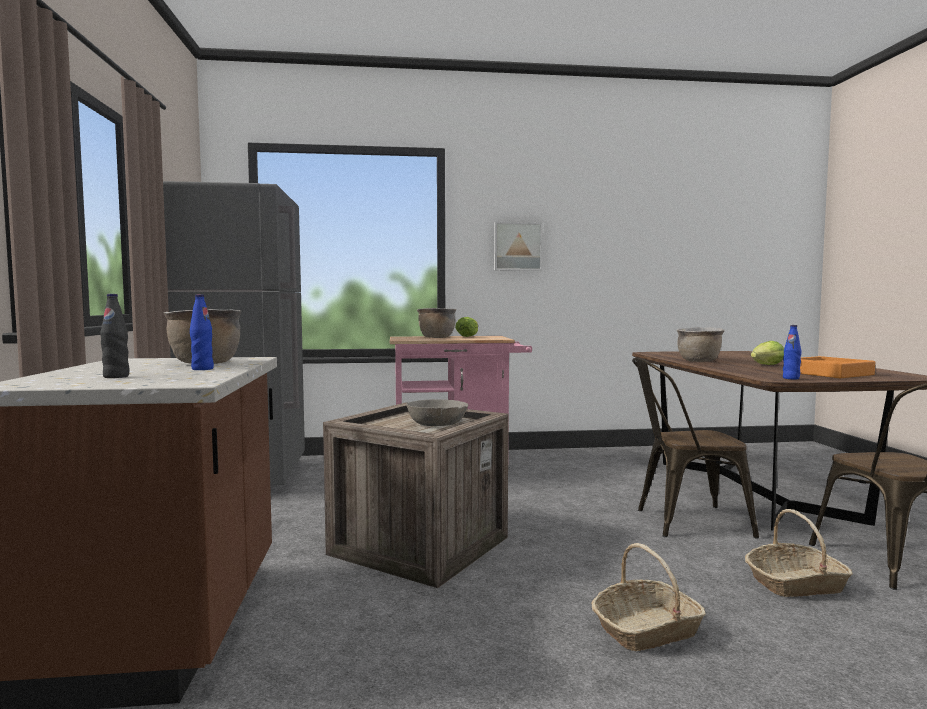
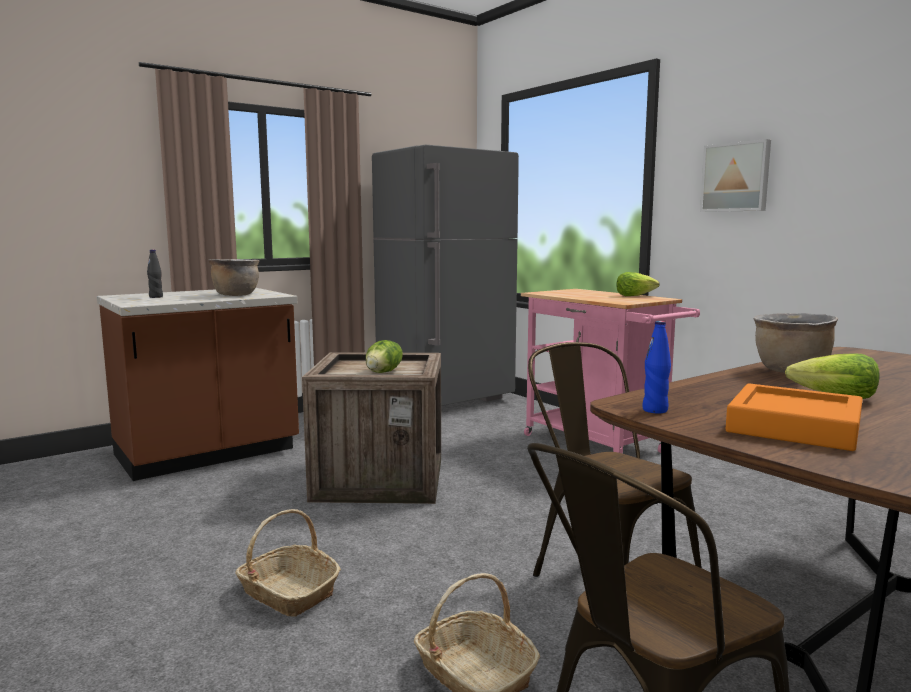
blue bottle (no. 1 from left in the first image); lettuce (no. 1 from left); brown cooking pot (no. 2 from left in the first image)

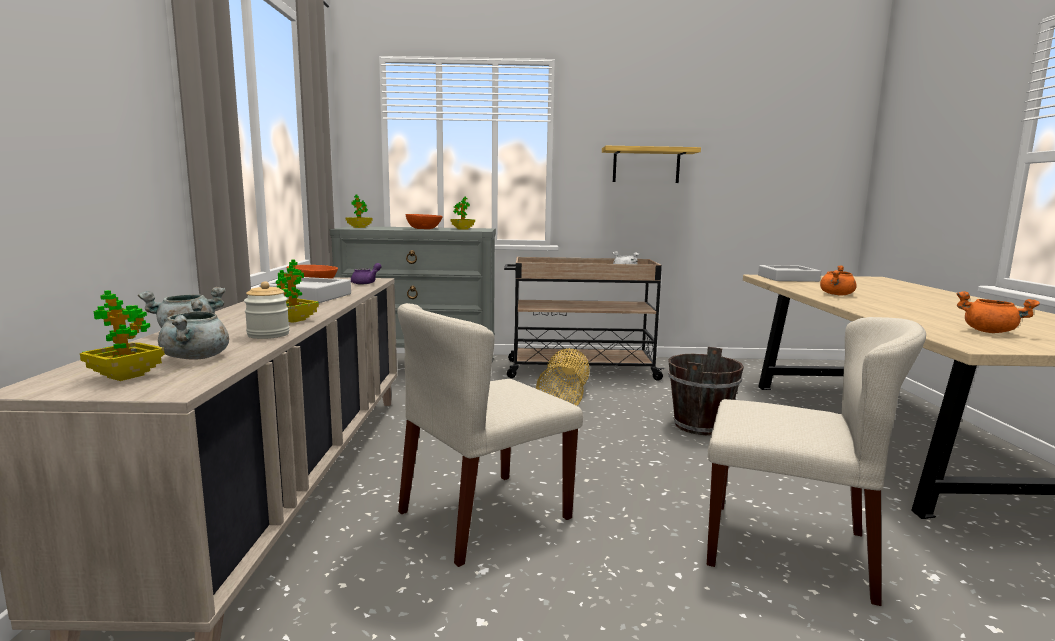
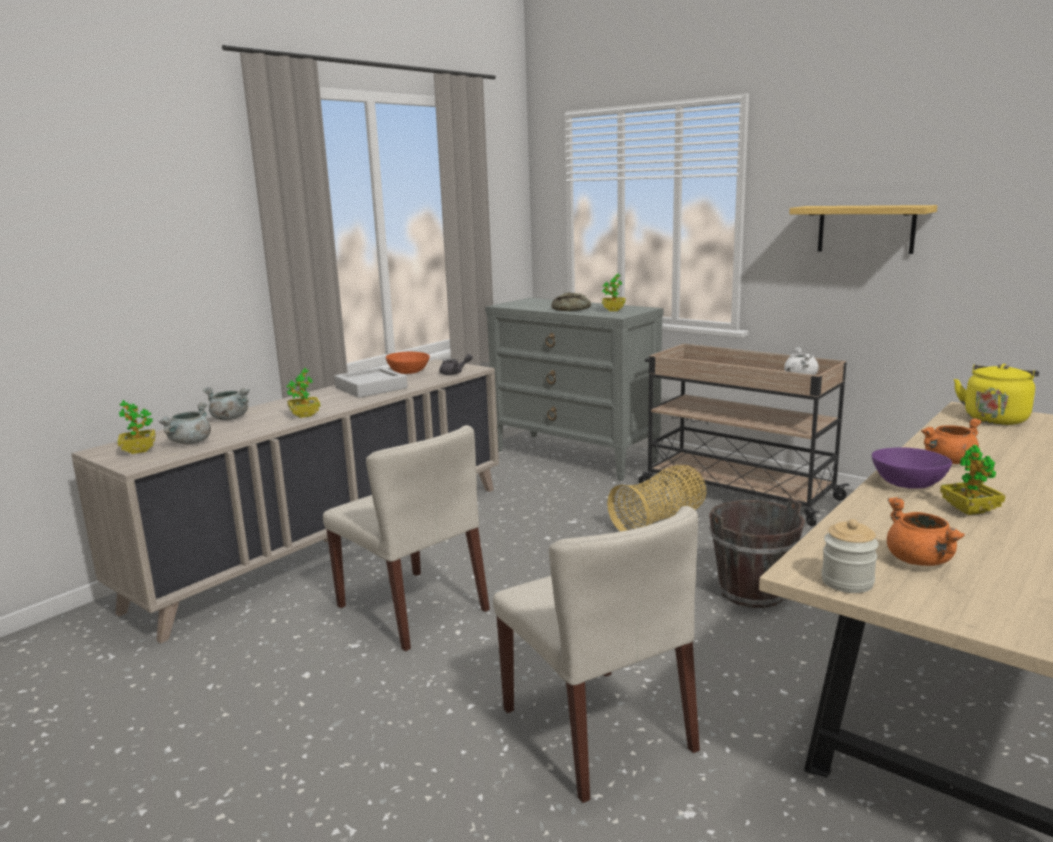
jar; potted plant (no. 4 from left); grey teapot; beige chair (no. 1 from left); bread; yellow kettle; purple bowl

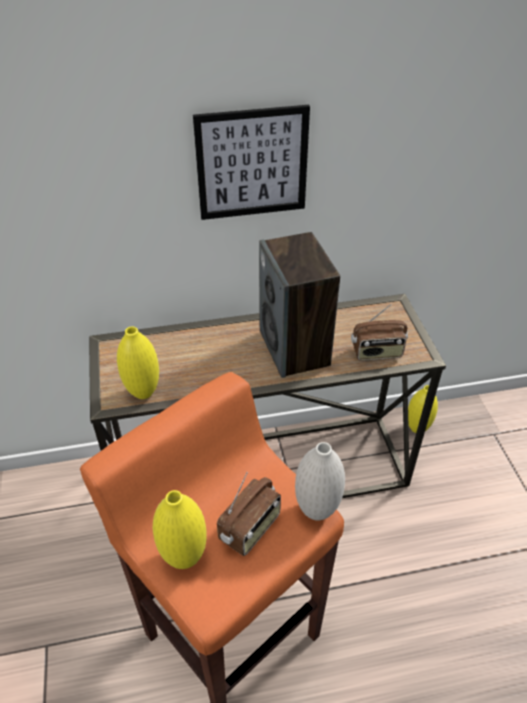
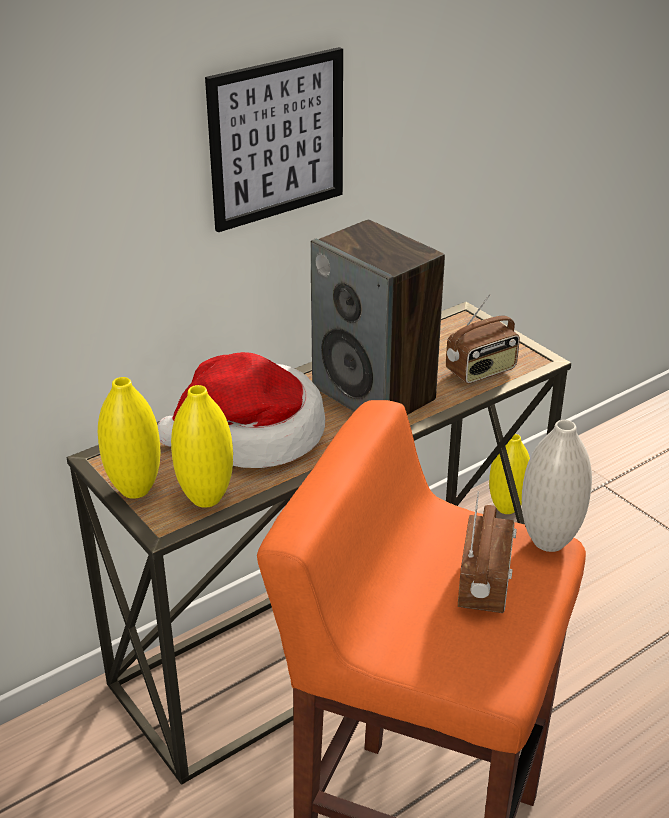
yellow vase (no. 1 from left); hat

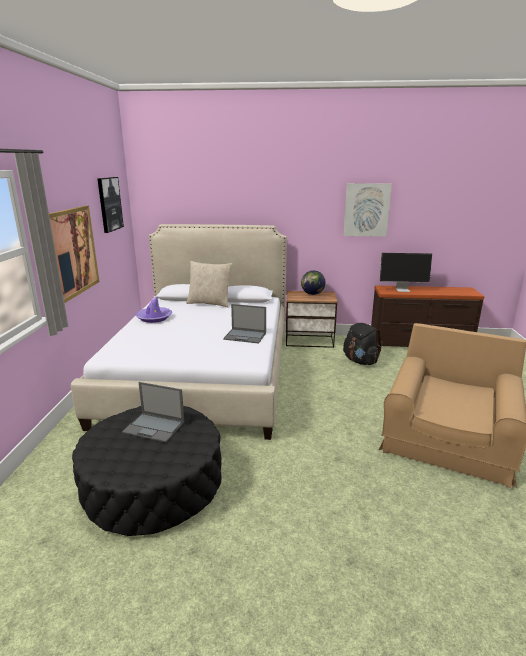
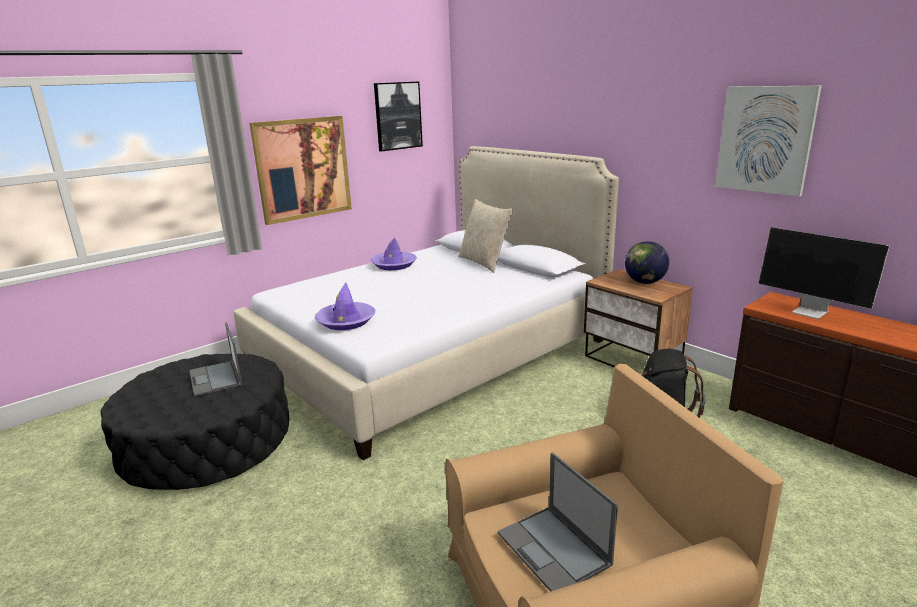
laptop (no. 2 from left); purple hat (no. 1 from left)

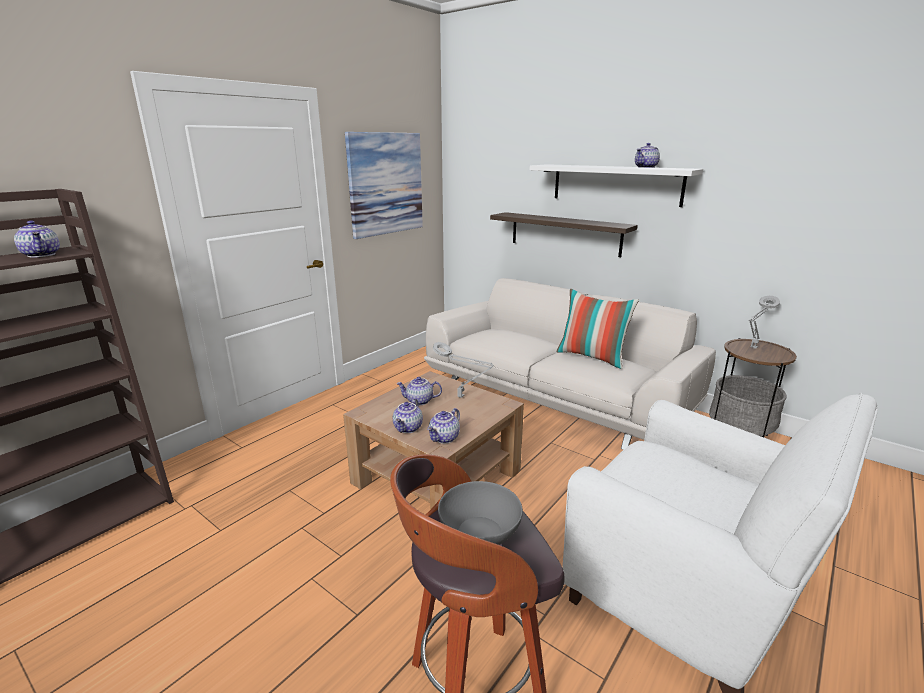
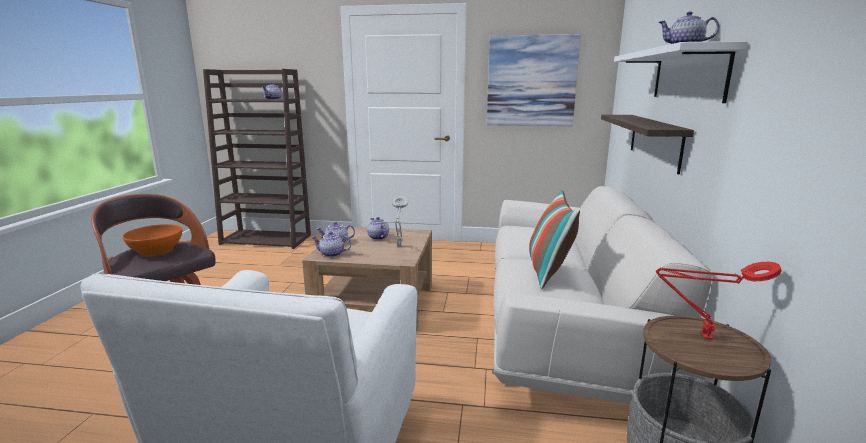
orange bowl; red table lamp

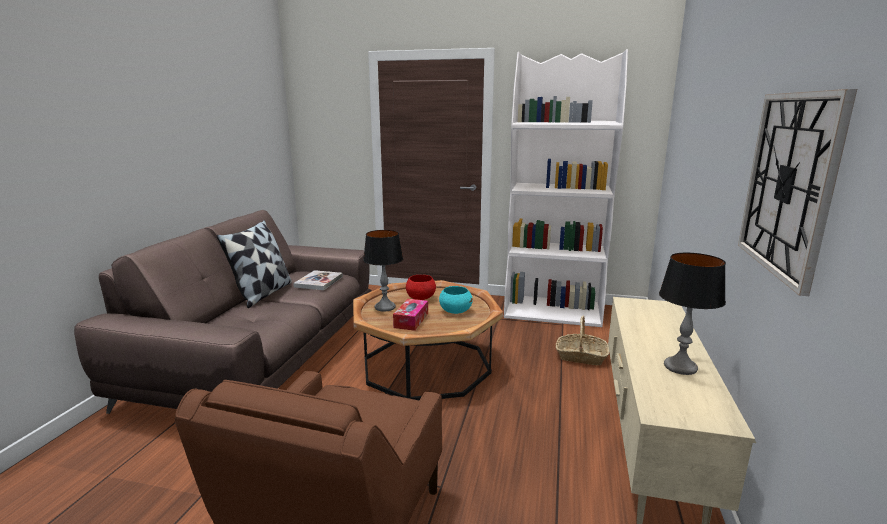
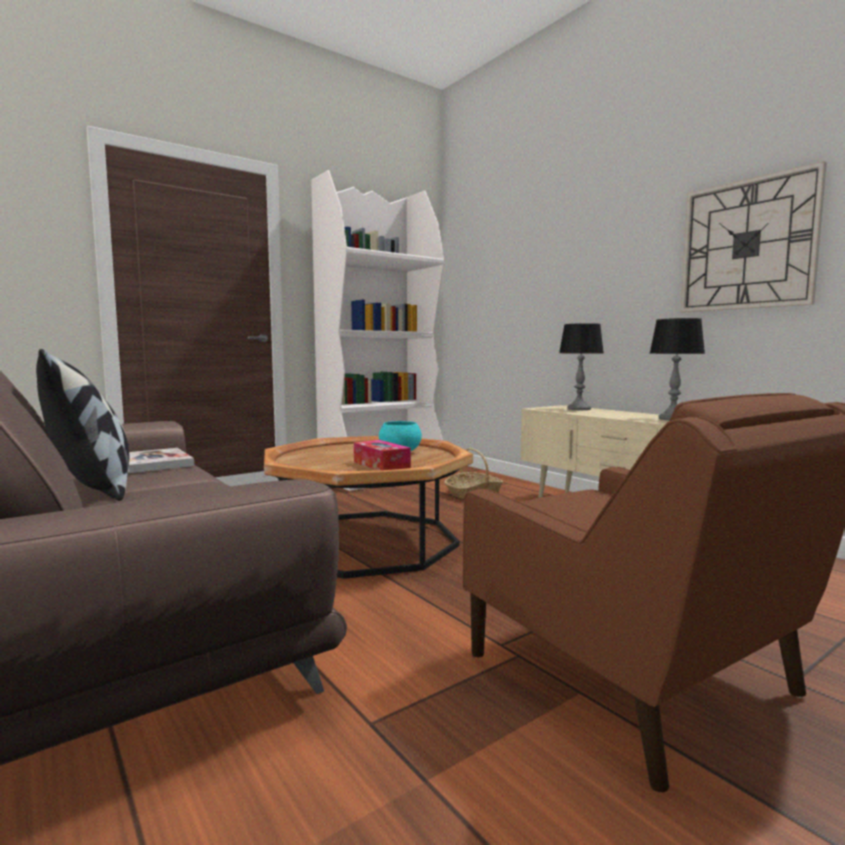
table lamp (no. 1 from left); red bowl

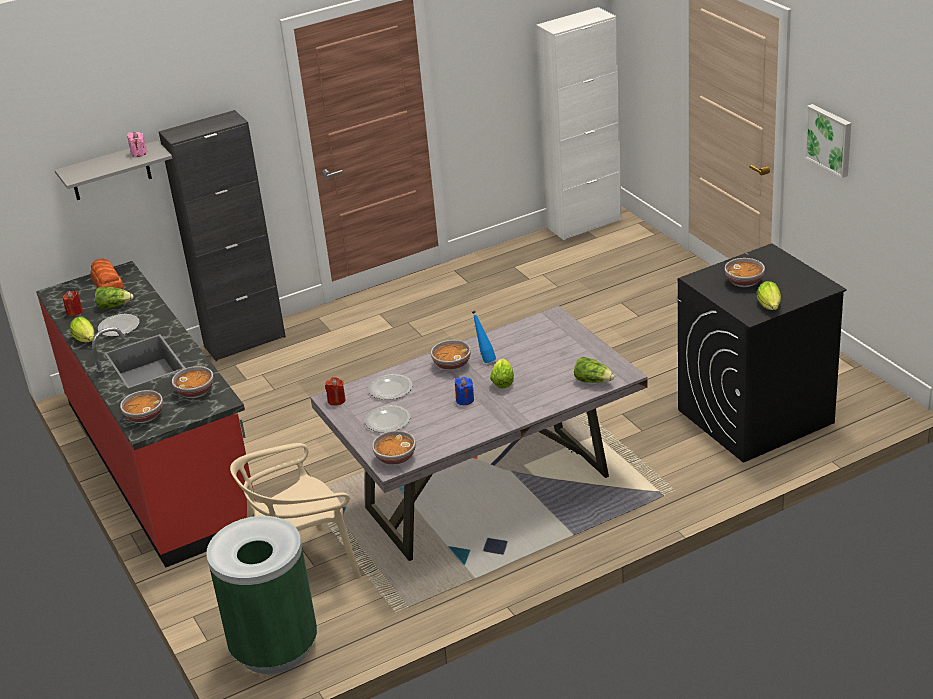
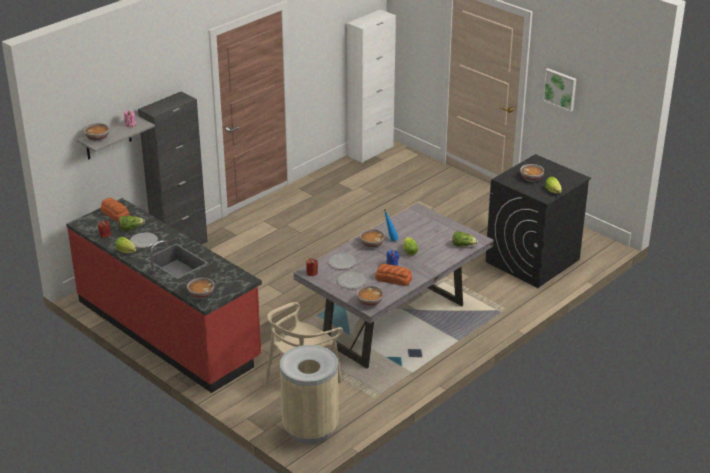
bowl (no. 1 from left); beige trash can; bread (no. 2 from left)

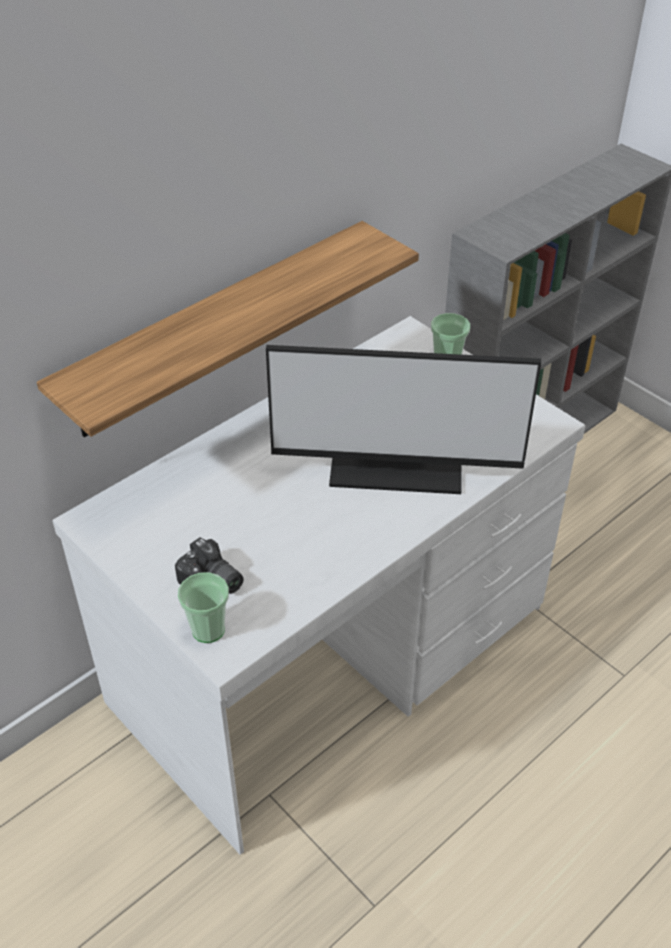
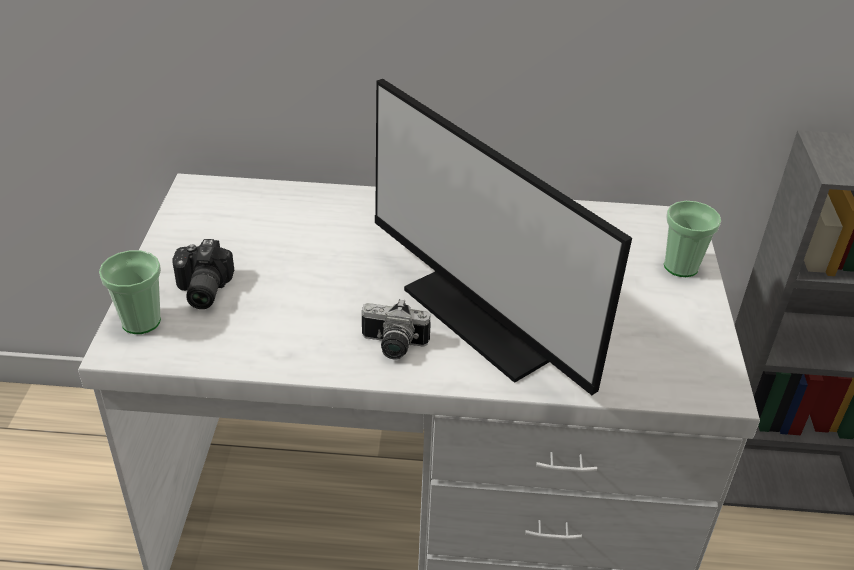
shelf; photo camera (no. 2 from left)

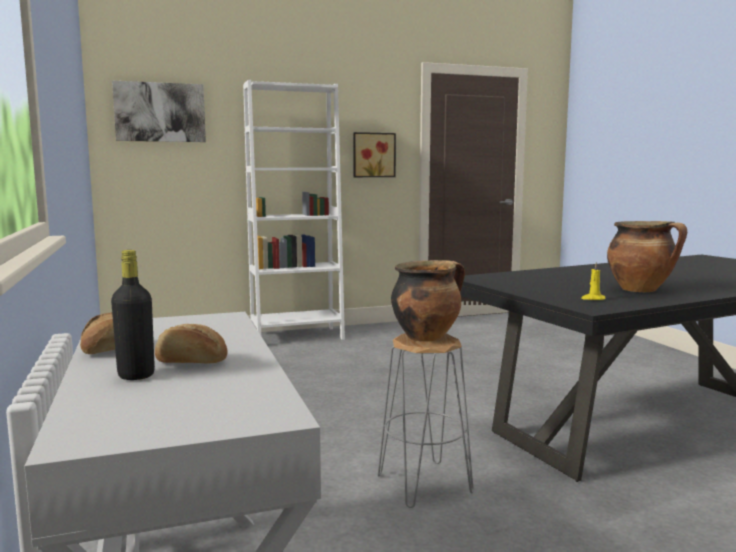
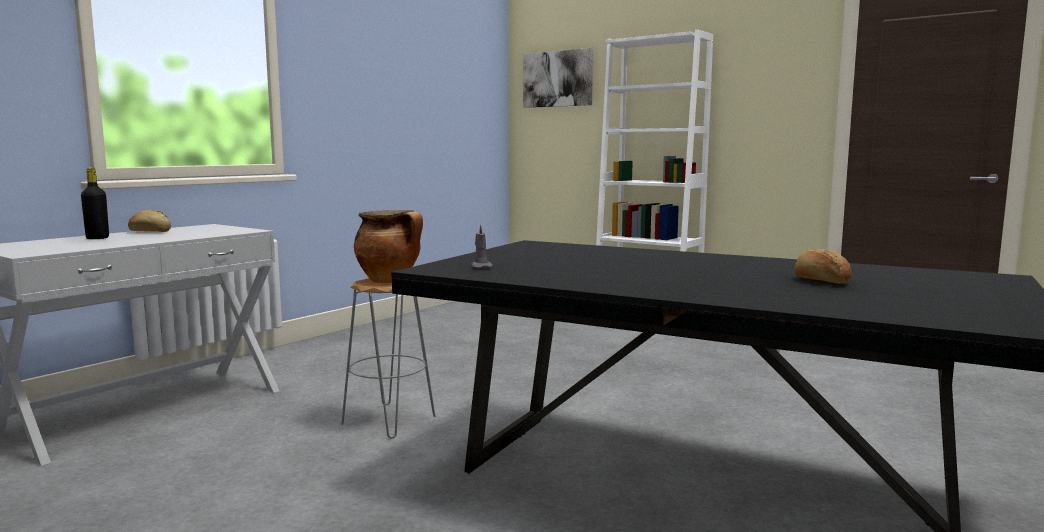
bread (no. 2 from left); picture (no. 2 from left in the first image); grey candle; cooking pot (no. 2 from left in the first image)

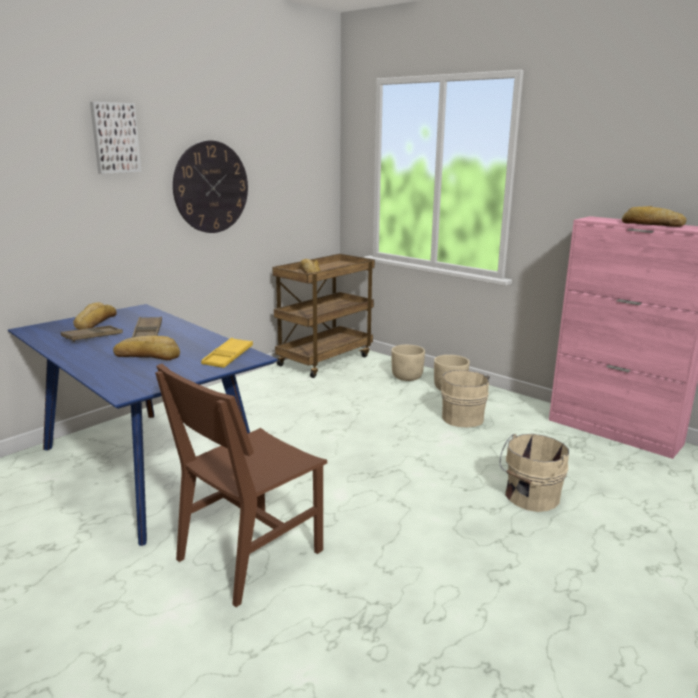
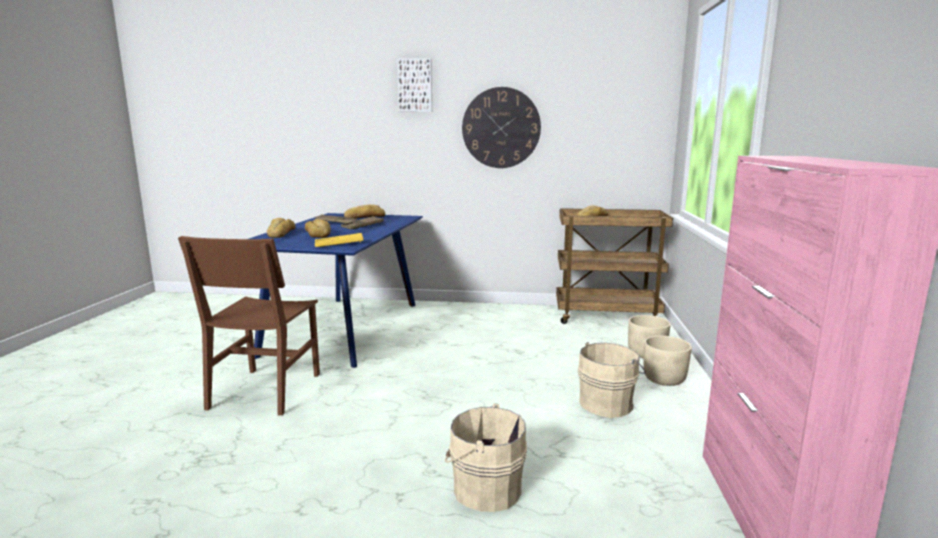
brown chair; bread (no. 1 from left)

